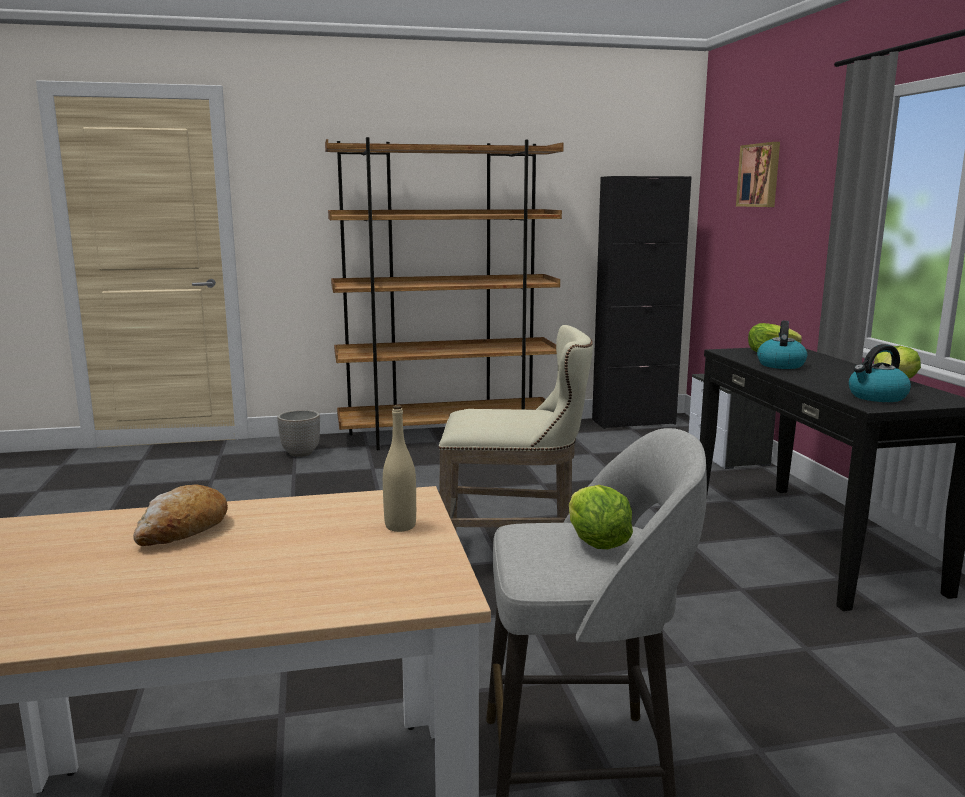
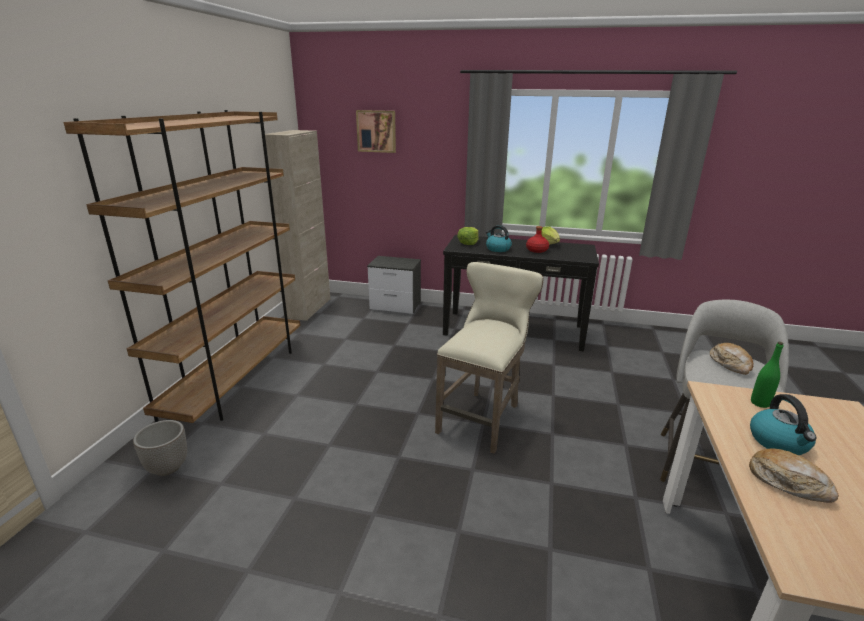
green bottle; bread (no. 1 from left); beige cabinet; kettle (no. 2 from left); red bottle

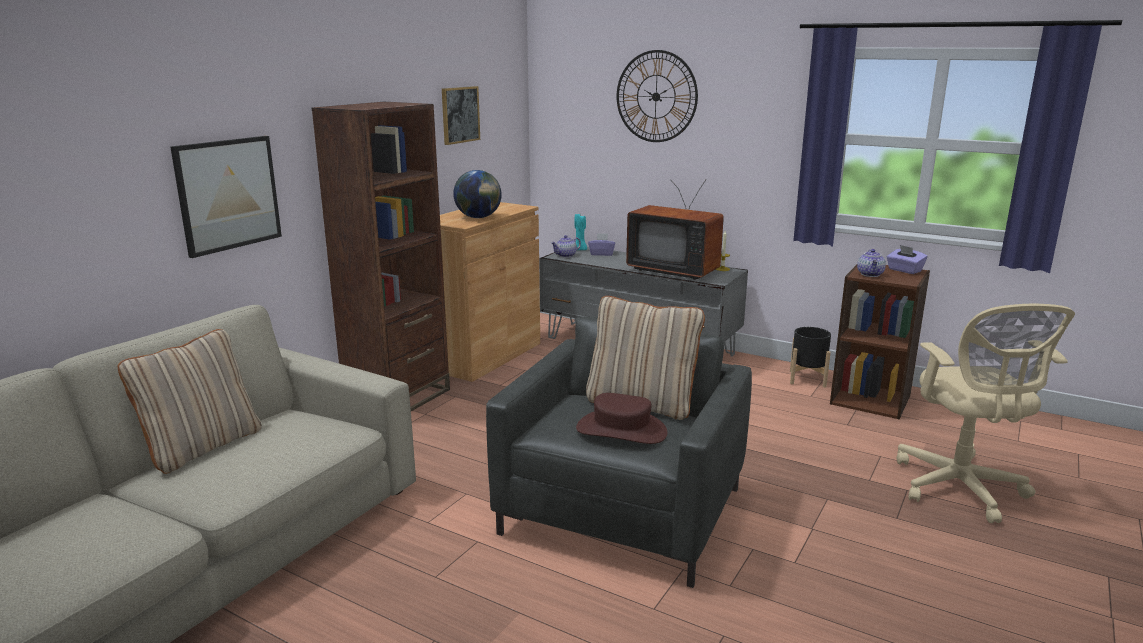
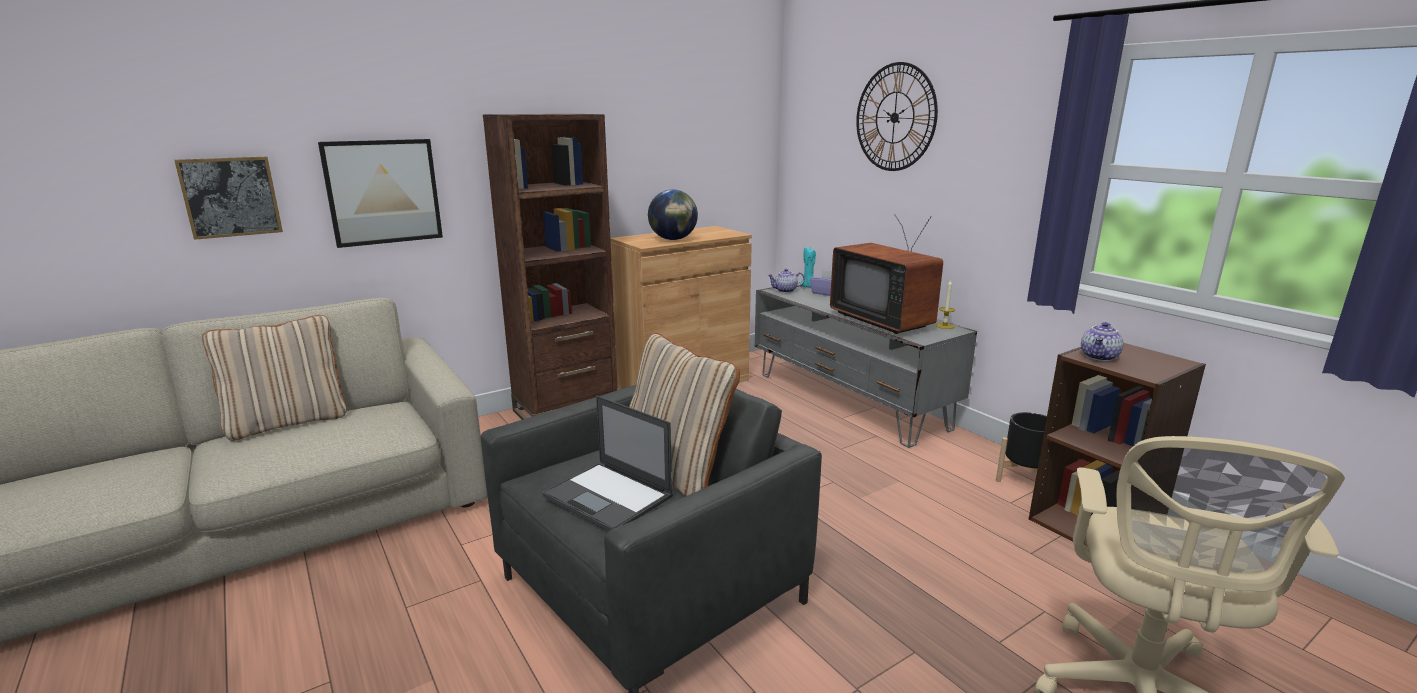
picture (no. 1 from left); laptop; purple tissue box (no. 2 from left in the first image)

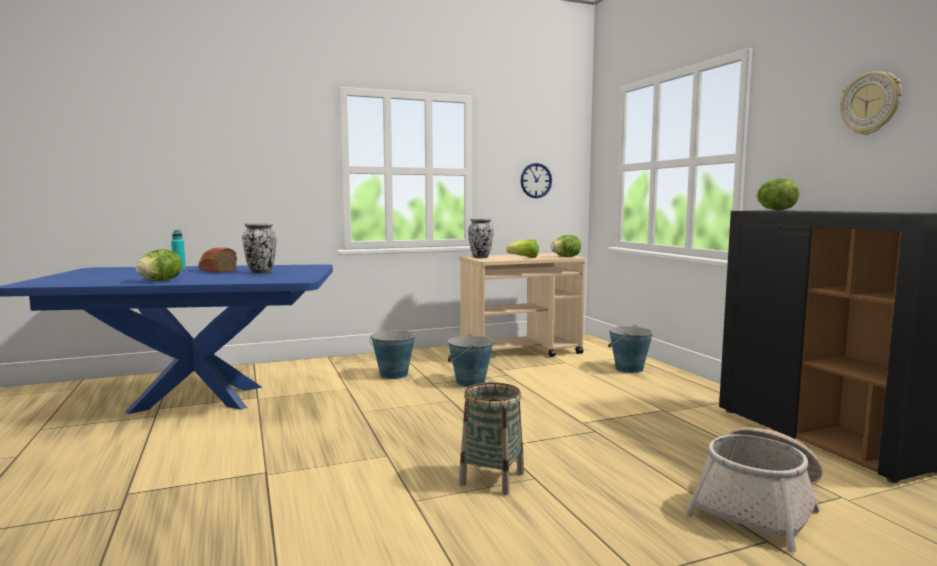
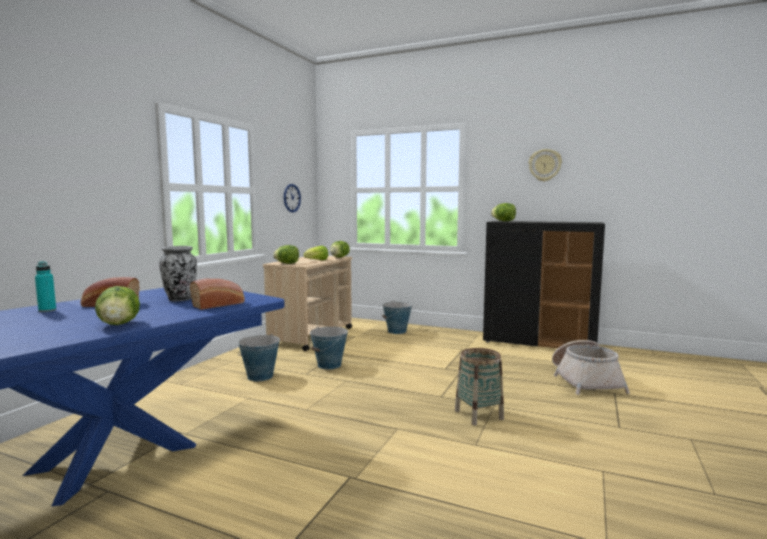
lettuce (no. 2 from left); bread (no. 2 from left)

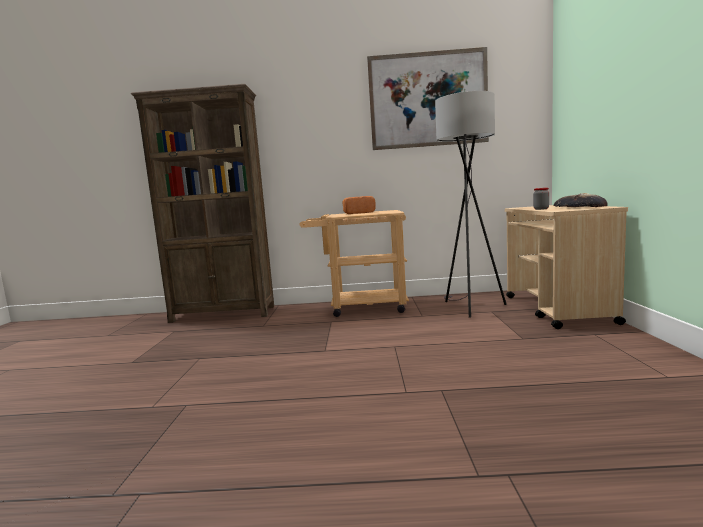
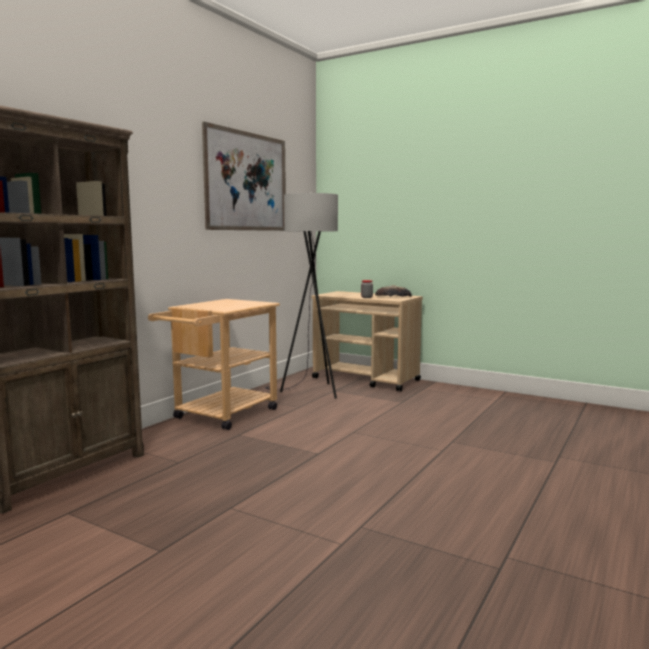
bread (no. 1 from left in the first image)

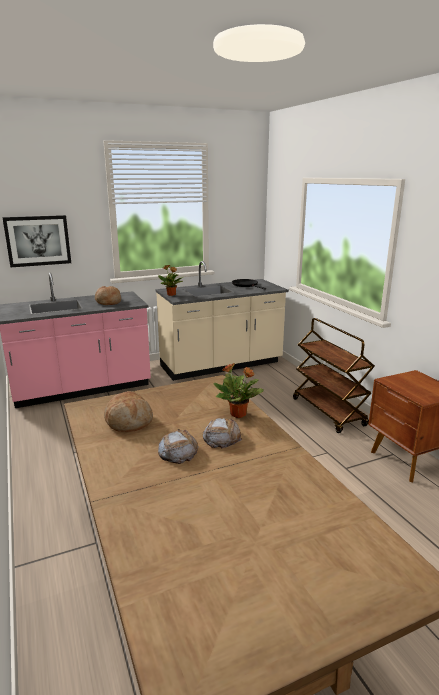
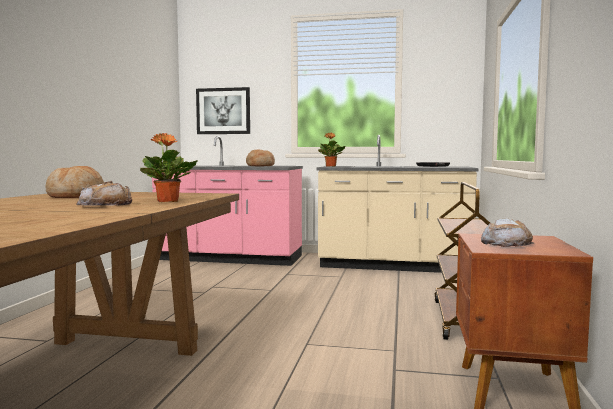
bread (no. 4 from left)

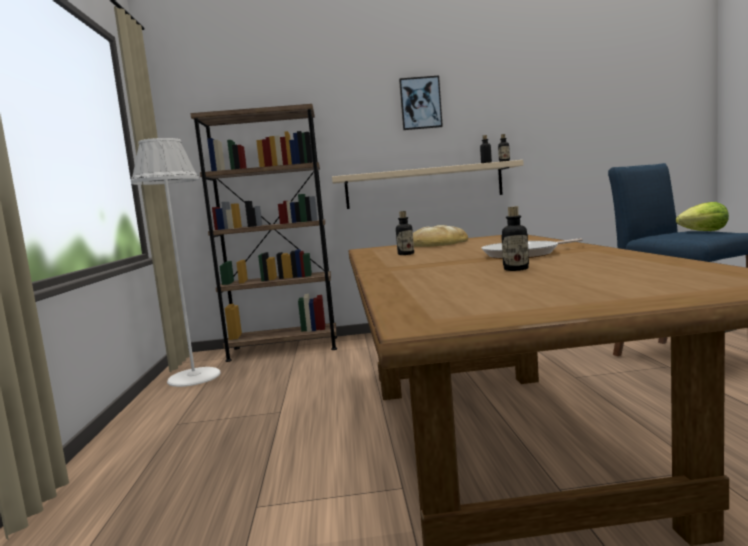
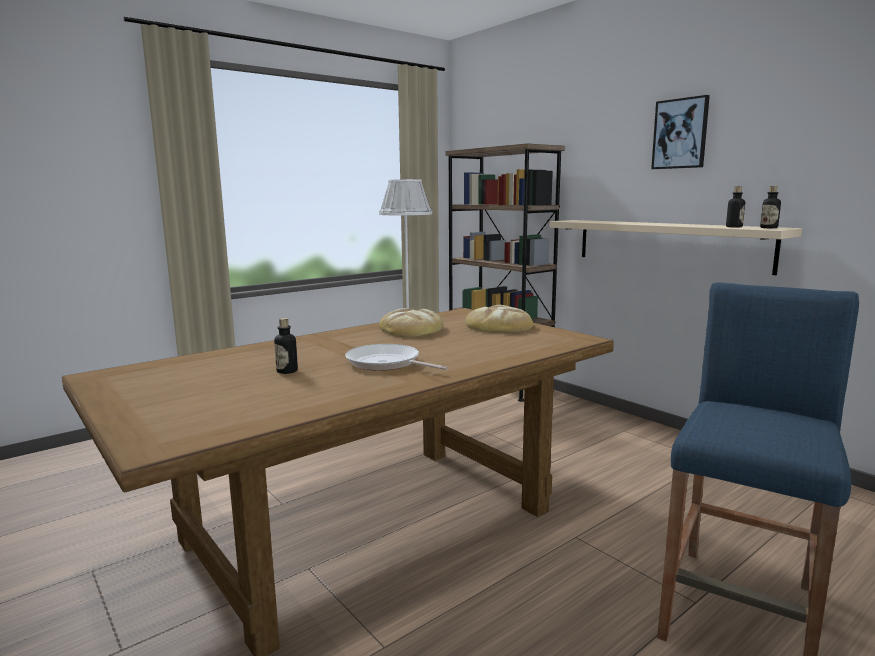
bread (no. 1 from left); lettuce

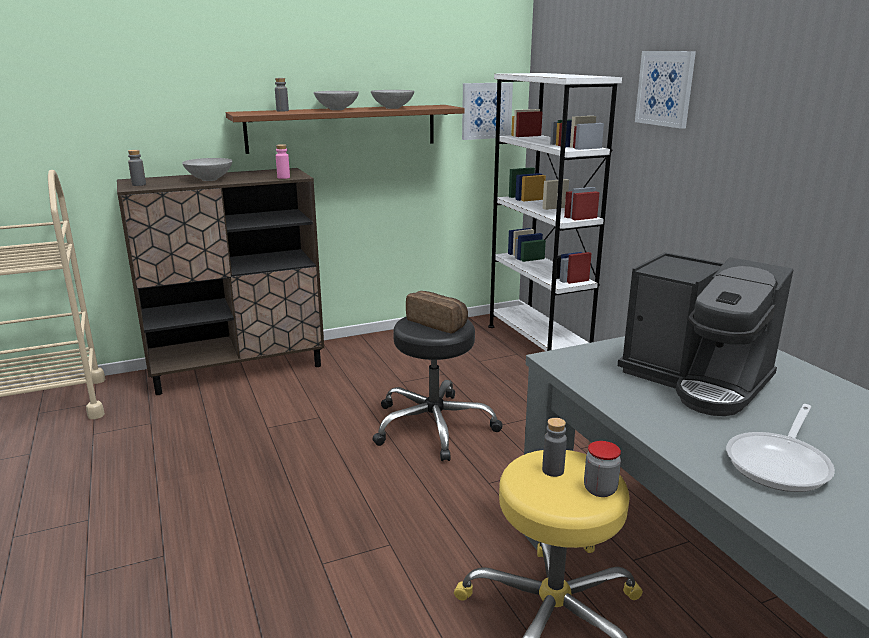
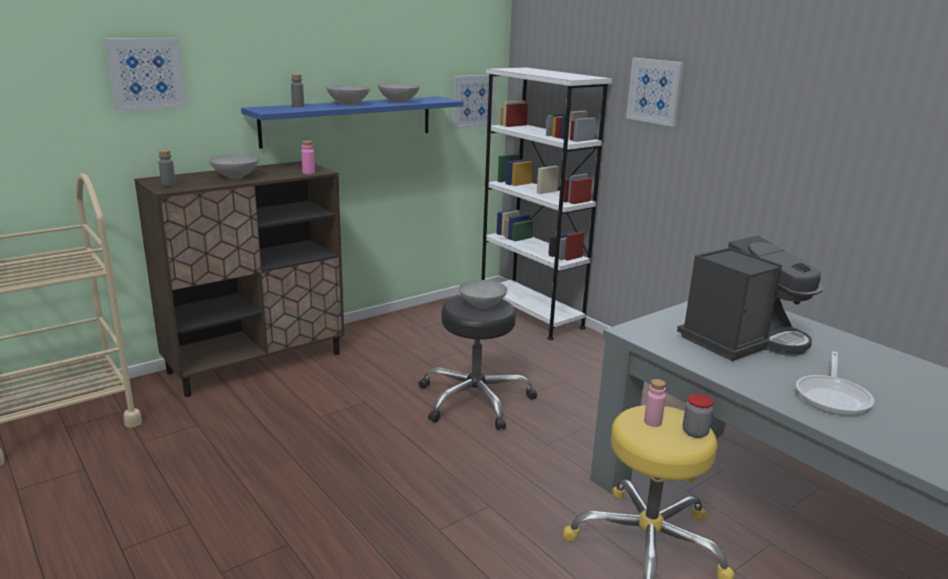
blue shelf; grey bowl (no. 4 from left); pink bottle (no. 2 from left); coffee machine; picture (no. 1 from left)

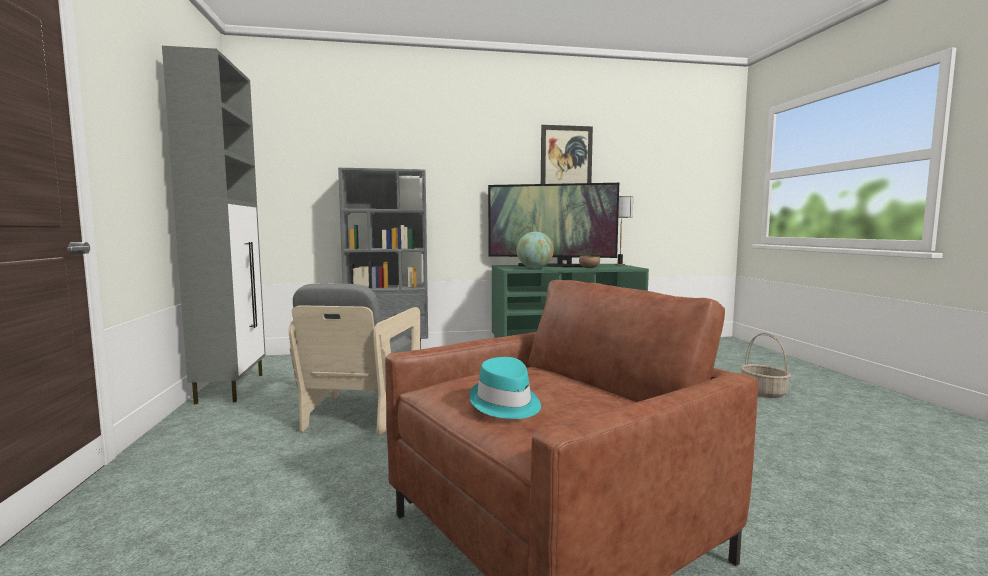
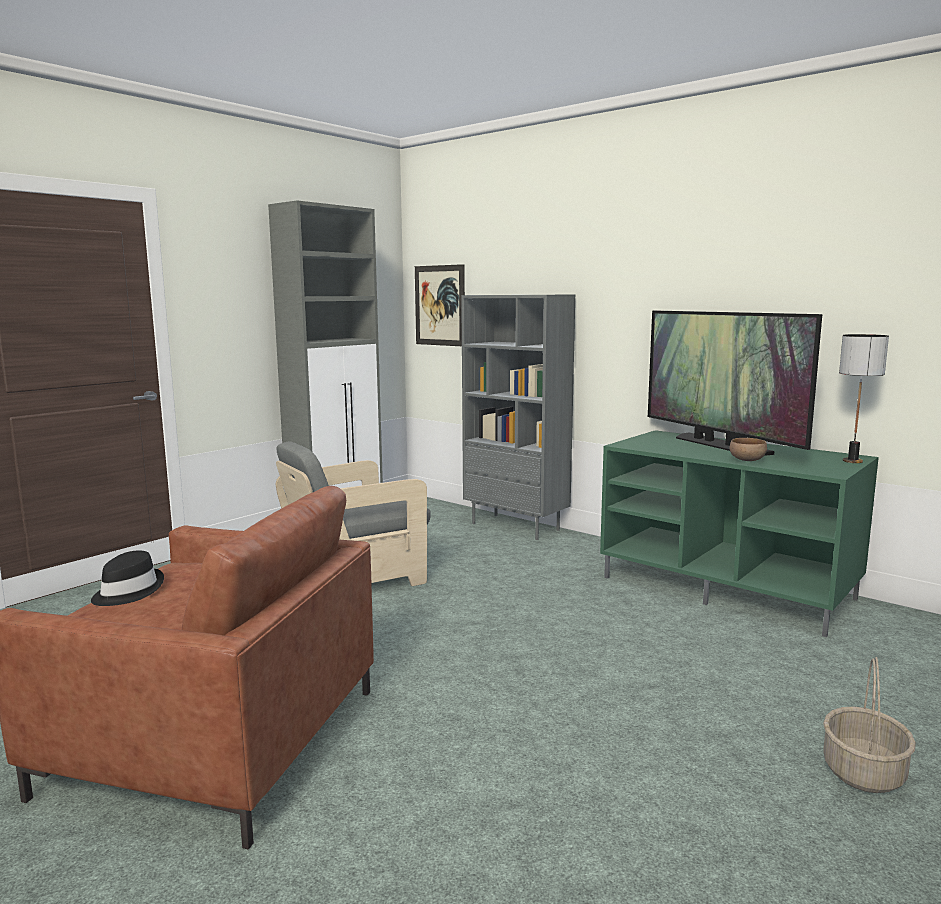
black hat; globe; picture

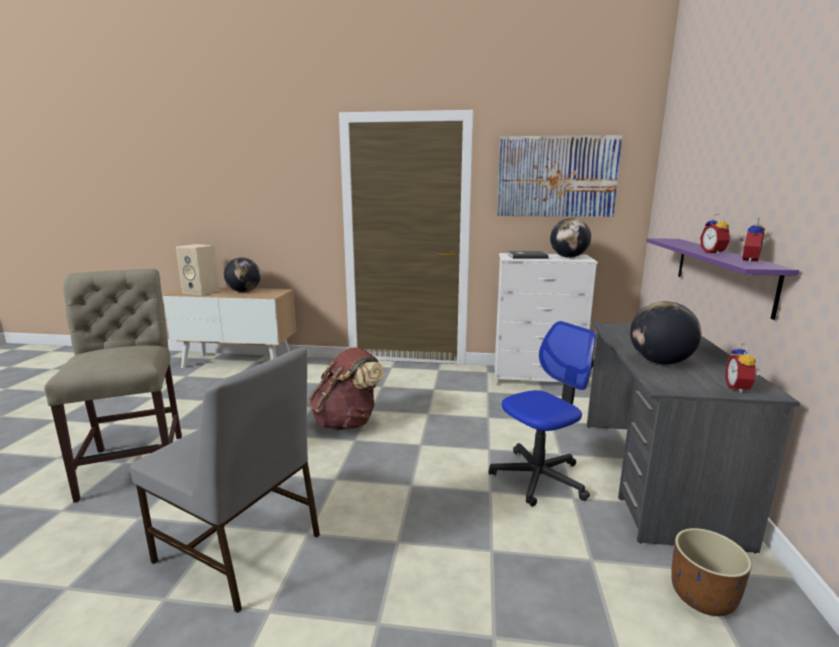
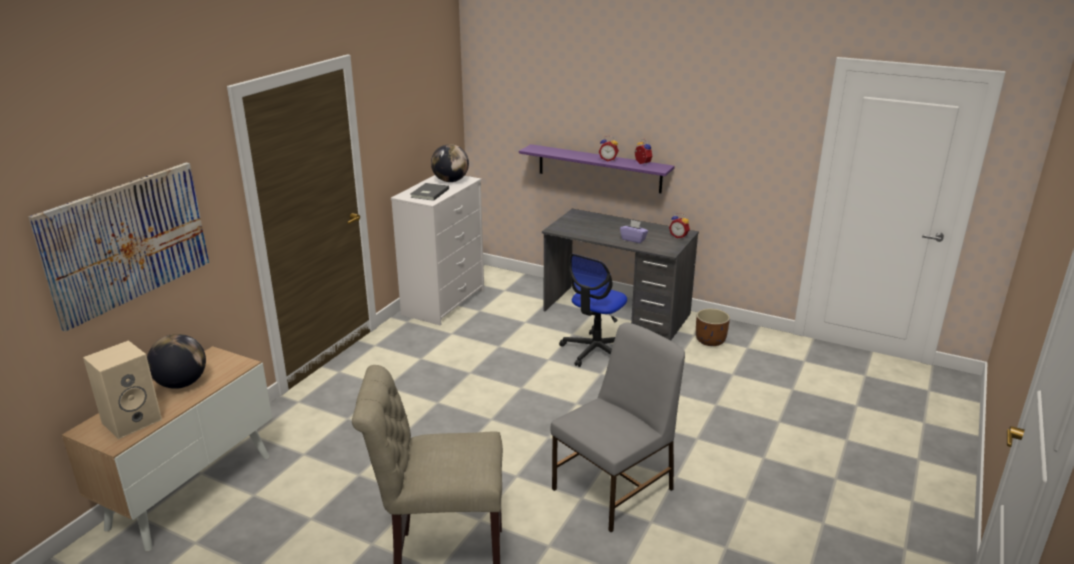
brown backpack; office chair; picture; purple tissue box

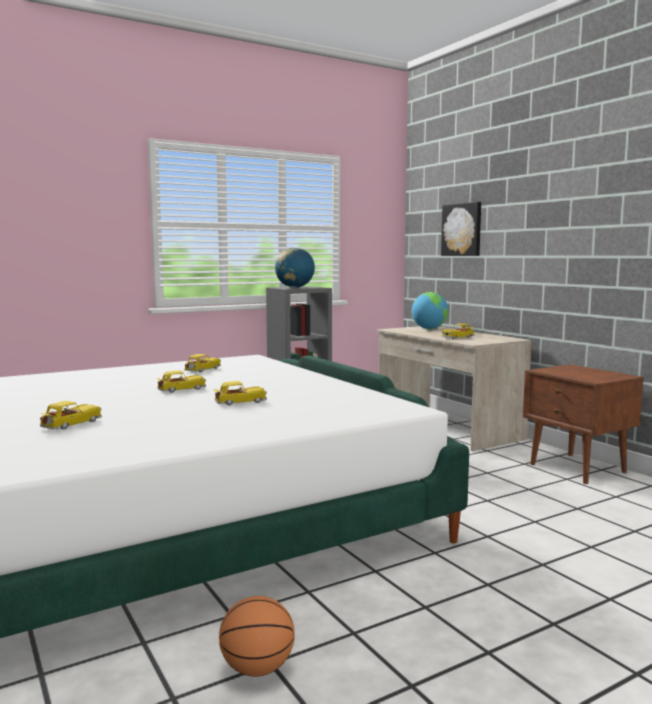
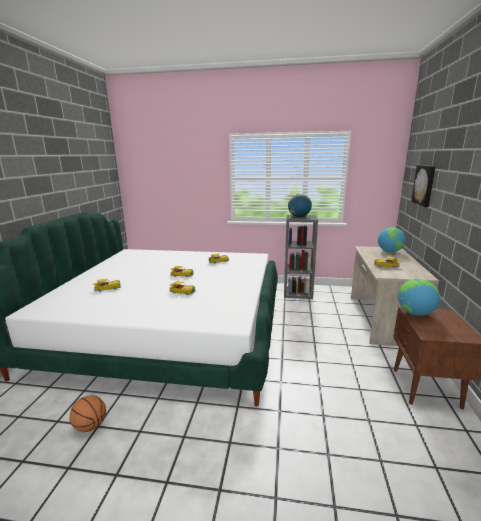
globe (no. 3 from left)

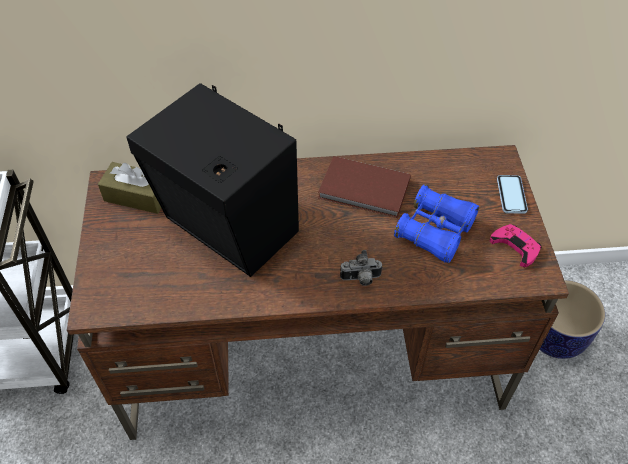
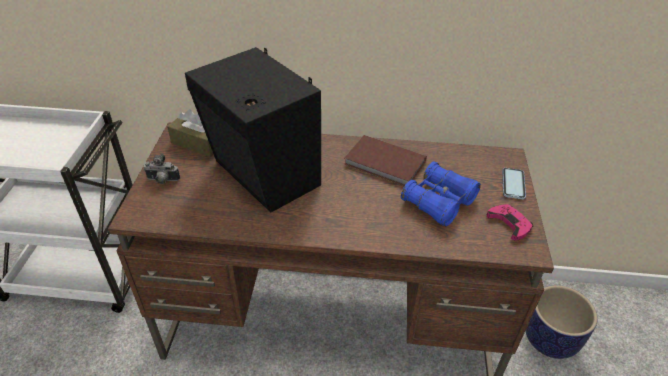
photo camera

